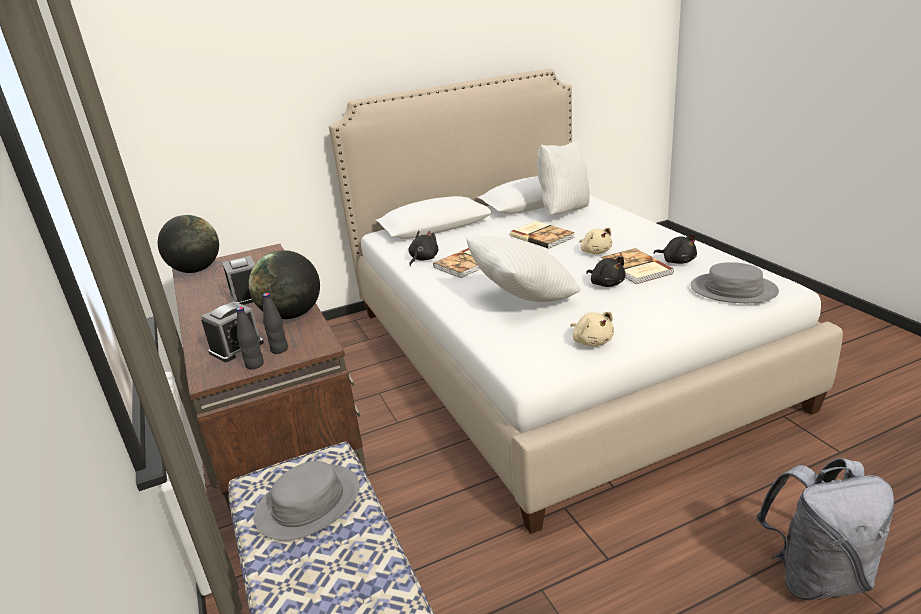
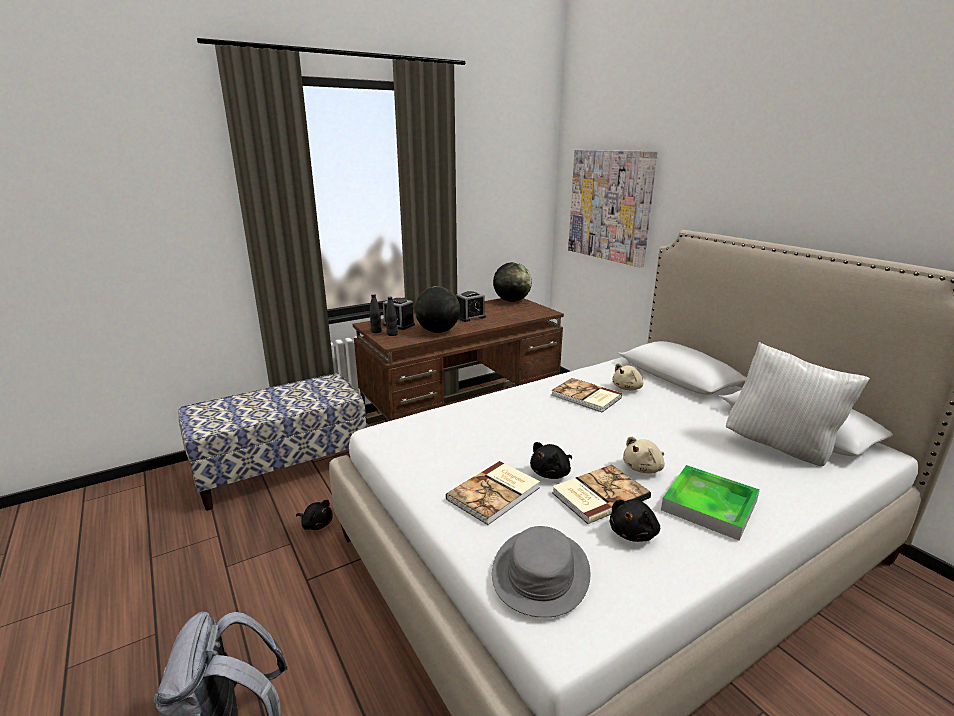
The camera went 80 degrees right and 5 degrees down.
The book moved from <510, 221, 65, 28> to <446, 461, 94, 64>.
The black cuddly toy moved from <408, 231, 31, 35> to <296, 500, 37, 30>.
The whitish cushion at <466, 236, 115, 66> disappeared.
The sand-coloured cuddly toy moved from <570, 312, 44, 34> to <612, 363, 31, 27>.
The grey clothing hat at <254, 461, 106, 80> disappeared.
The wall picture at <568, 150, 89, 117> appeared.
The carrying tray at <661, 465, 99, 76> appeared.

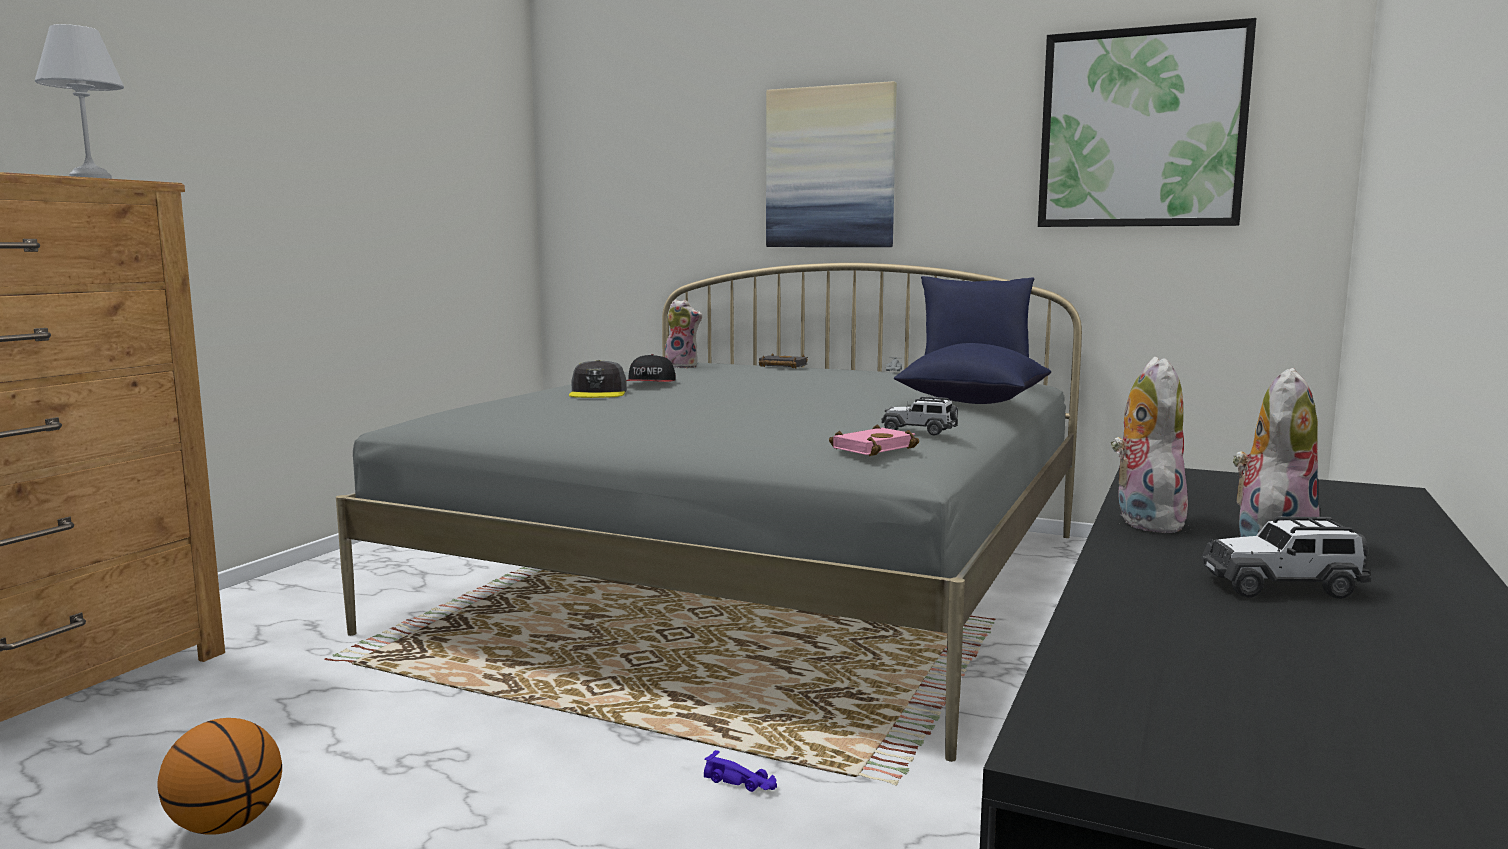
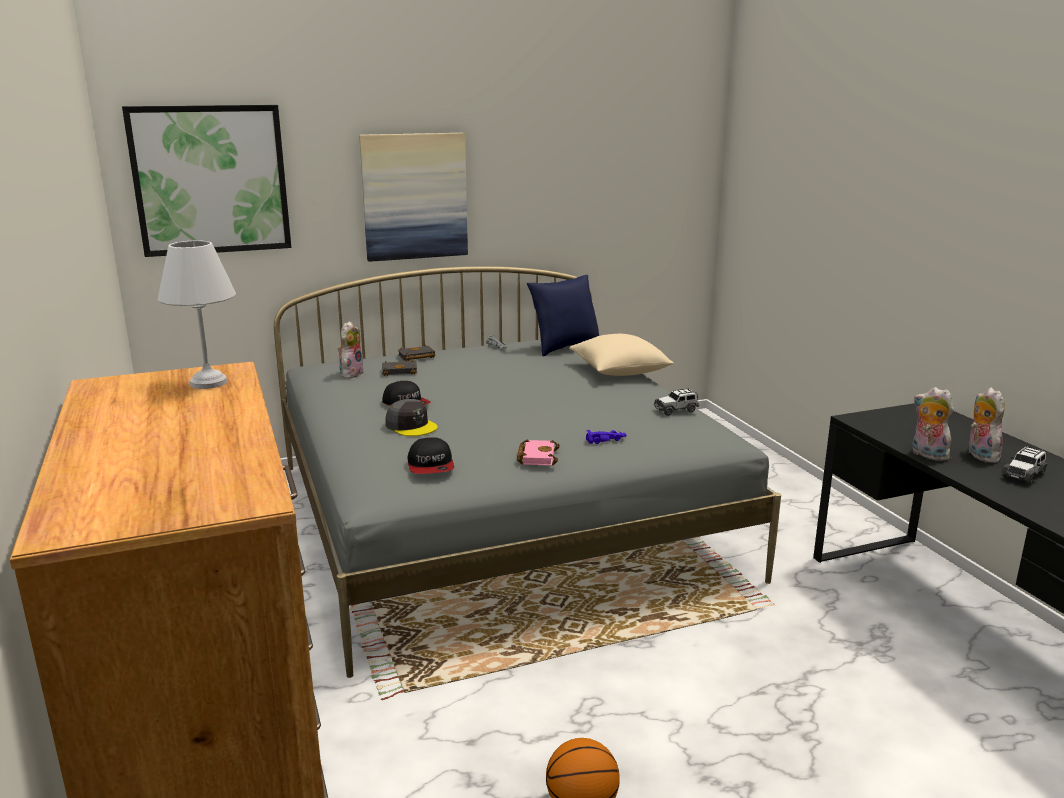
The camera went 45 degrees left and 10 degrees up.
The wall picture moved from <1038, 18, 218, 209> to <122, 105, 169, 152>.
The cuddly toy at <665, 299, 37, 69> turned 45 degrees counterclockwise.
The bluish cushion at <894, 343, 157, 61> became the sand-coloured cushion at <569, 334, 105, 42>.
The pinkish book moved from <829, 424, 90, 32> to <517, 439, 42, 26>.
The purple model car moved from <704, 750, 73, 42> to <586, 430, 41, 14>.
The black book at <382, 360, 35, 16> appeared.
The baseball cap at <407, 437, 47, 37> appeared.

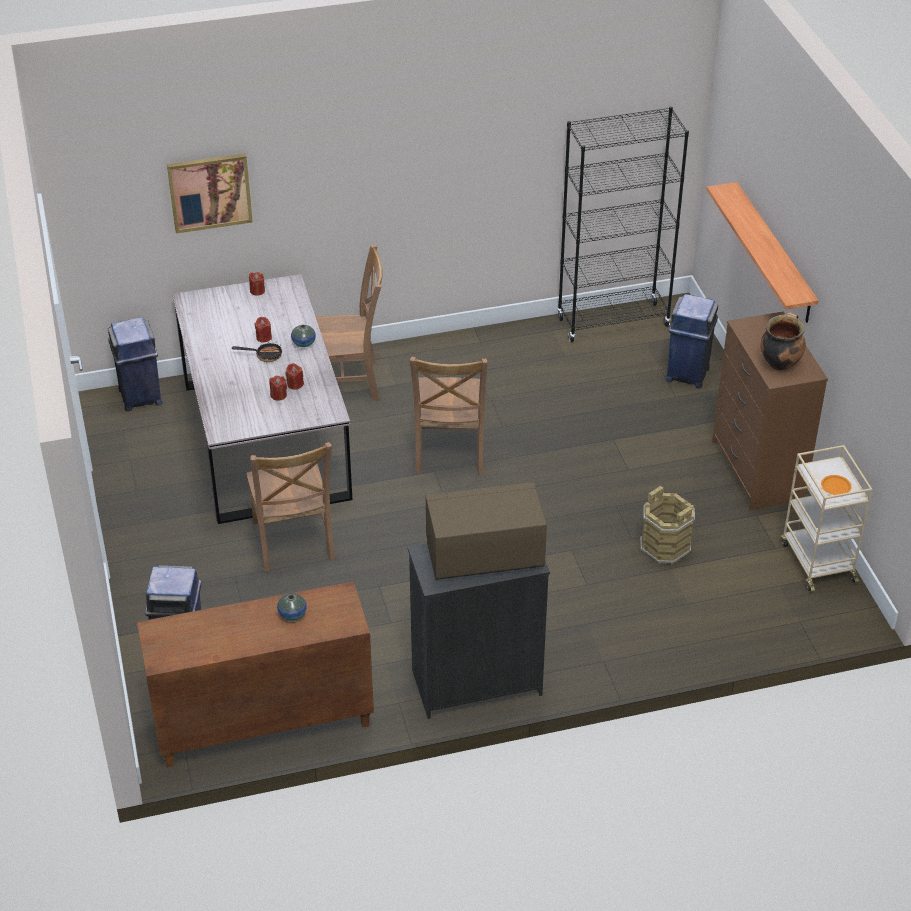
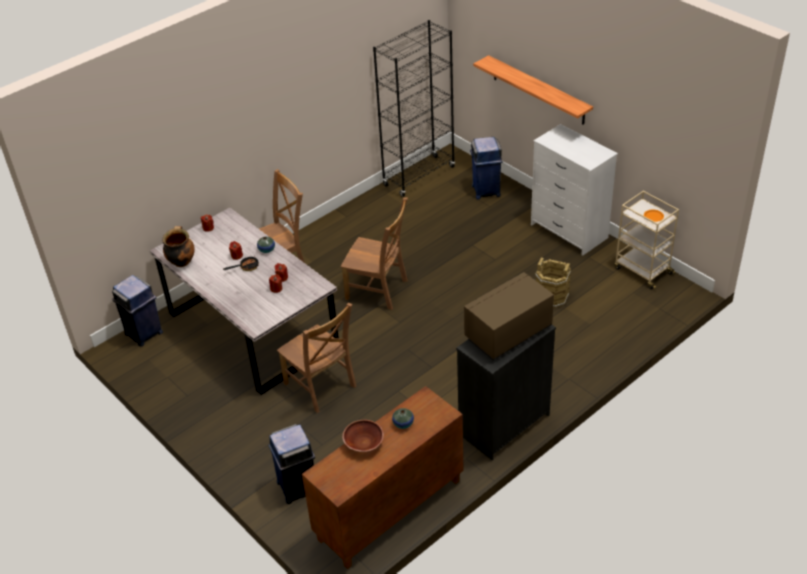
The camera went 25 degrees left and 0 degrees up.
The wall picture at <167, 153, 86, 81> disappeared.
The brown-coloured dresser at <712, 311, 116, 199> became the whitish dresser at <531, 124, 87, 132>.
The cooking pot moved from <760, 312, 46, 59> to <162, 226, 33, 41>.
The brown-coloured upright chair at <410, 357, 78, 118> turned 45 degrees counterclockwise.
The brown-coloured serving bowl at <342, 420, 42, 32> appeared.

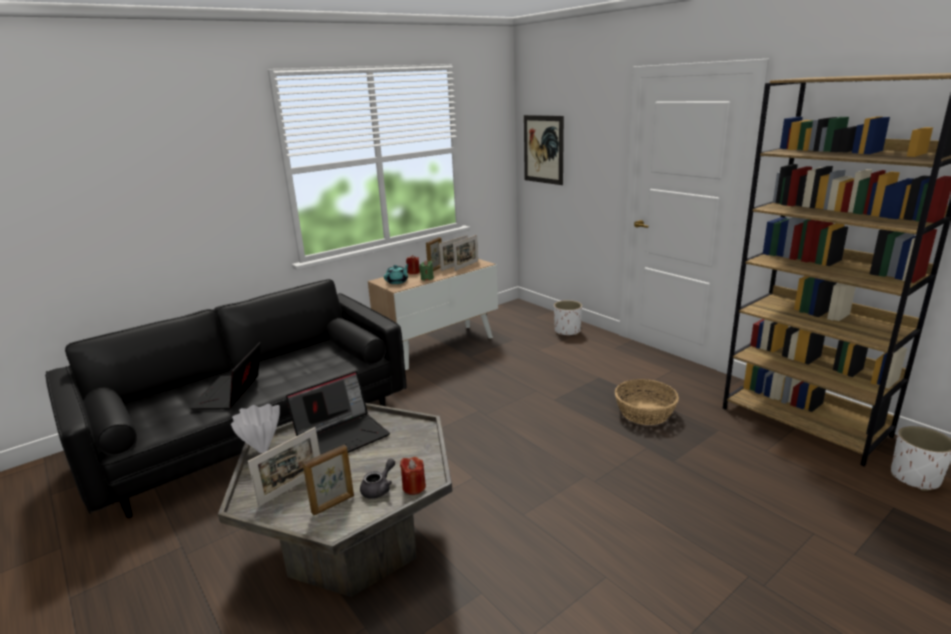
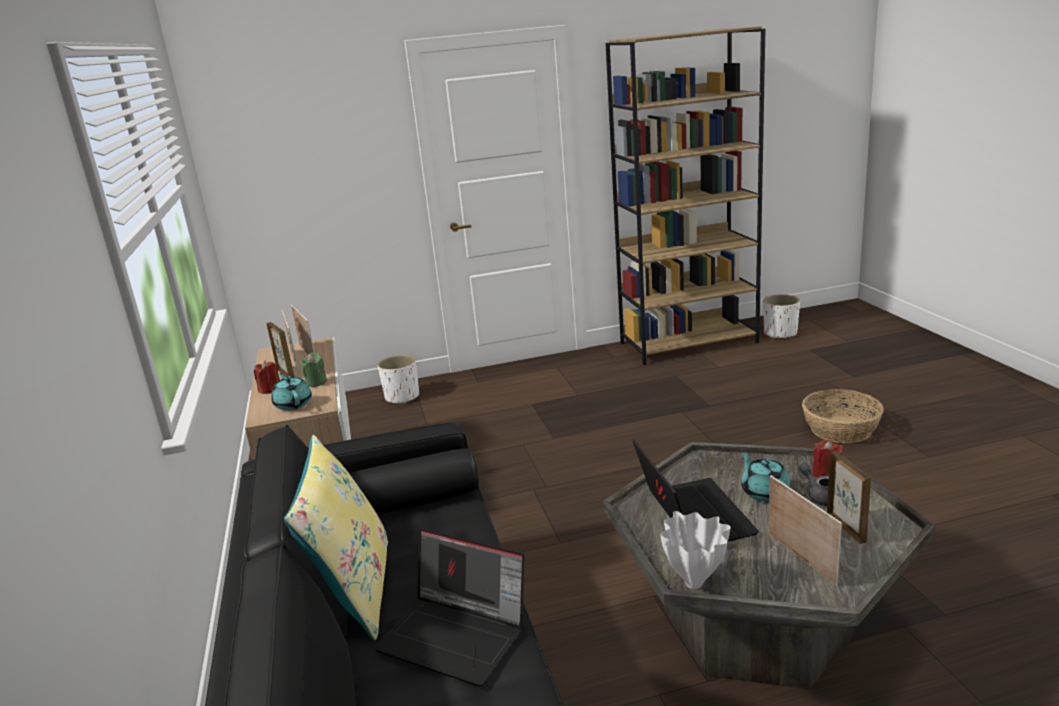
The camera went 65 degrees left and 0 degrees up.
The wall picture at <524, 115, 40, 70> disappeared.
The basket moved from <615, 379, 64, 46> to <802, 389, 82, 54>.
The yellow-coloured cushion at <284, 435, 104, 205> appeared.
The turquoise-coloured pot for tea at <741, 450, 50, 52> appeared.

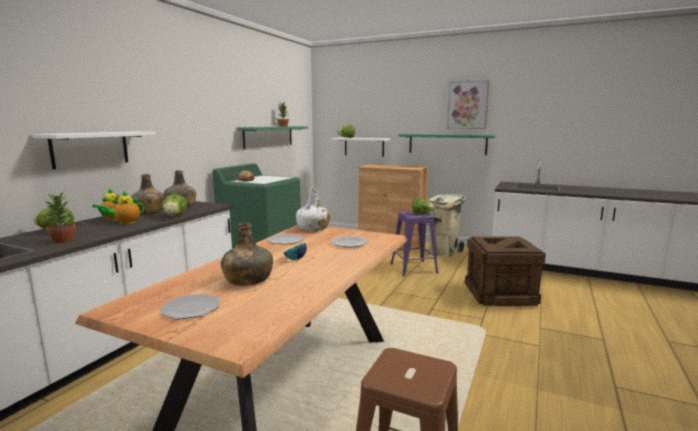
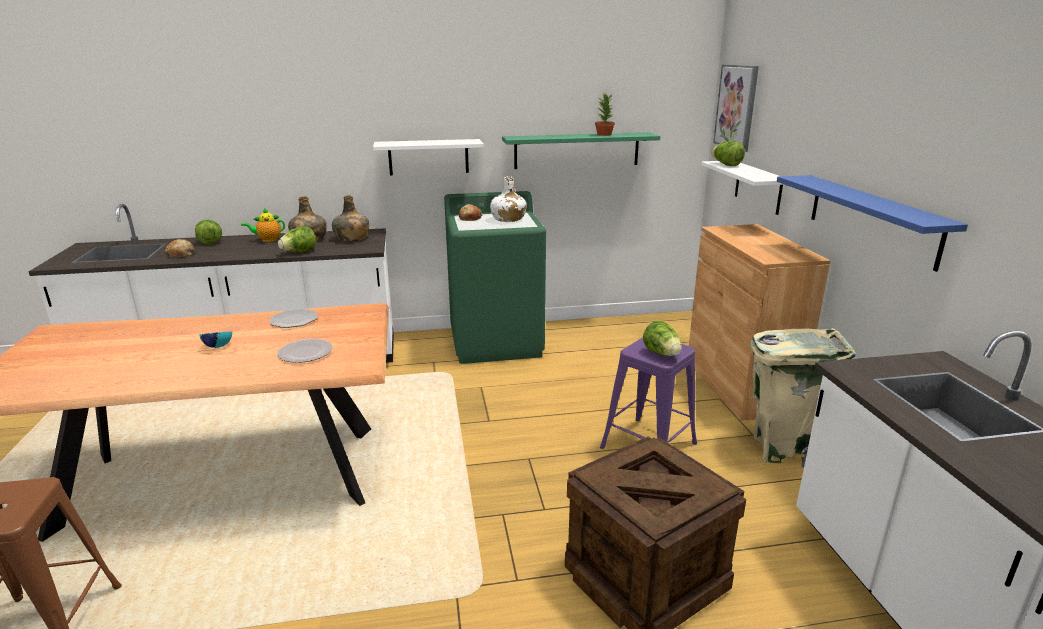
The camera went 55 degrees right and 10 degrees up.
The wall picture moved from <447, 80, 42, 49> to <713, 64, 46, 88>.
The whitish bracket shelf moved from <32, 132, 124, 38> to <373, 139, 111, 37>.
The green-coloured bracket shelf at <398, 134, 98, 21> became the bluish bracket shelf at <777, 175, 191, 97>.
The whitish drink bottle moved from <296, 189, 34, 42> to <490, 176, 37, 46>.
The pot for tea at <99, 191, 45, 33> disappeared.
The houseplant at <44, 192, 32, 51> was replaced by the bread at <165, 239, 30, 19>.
The green-coloured drink bottle at <221, 222, 52, 64> disappeared.
The flat dish at <160, 294, 60, 26> disappeared.

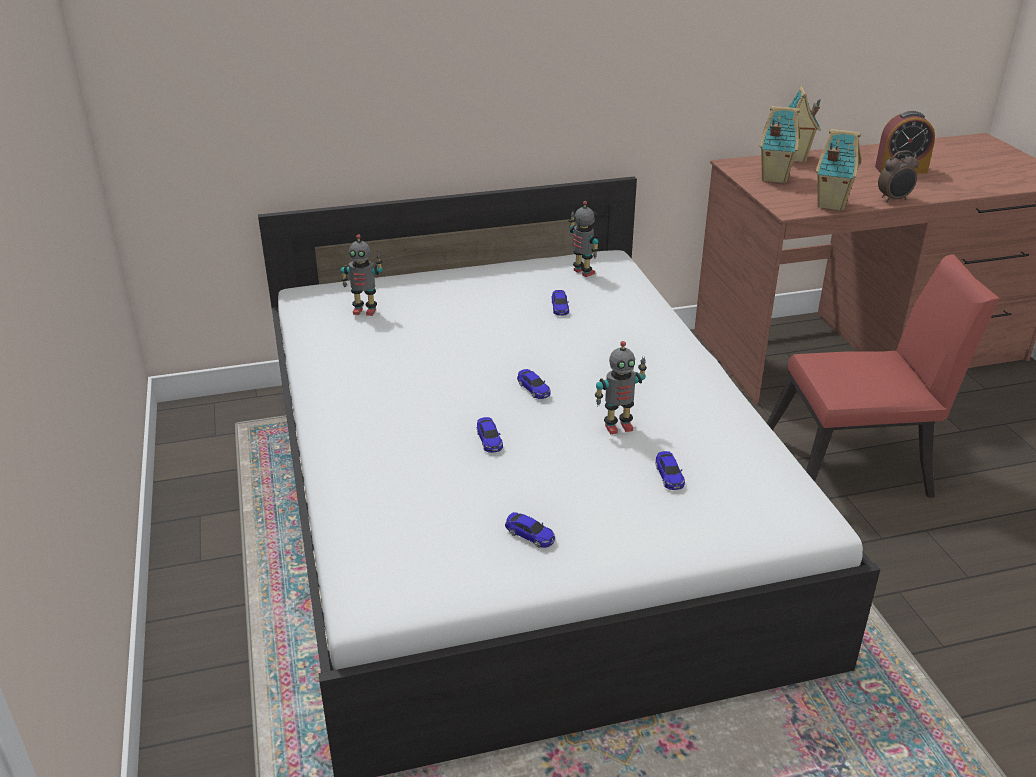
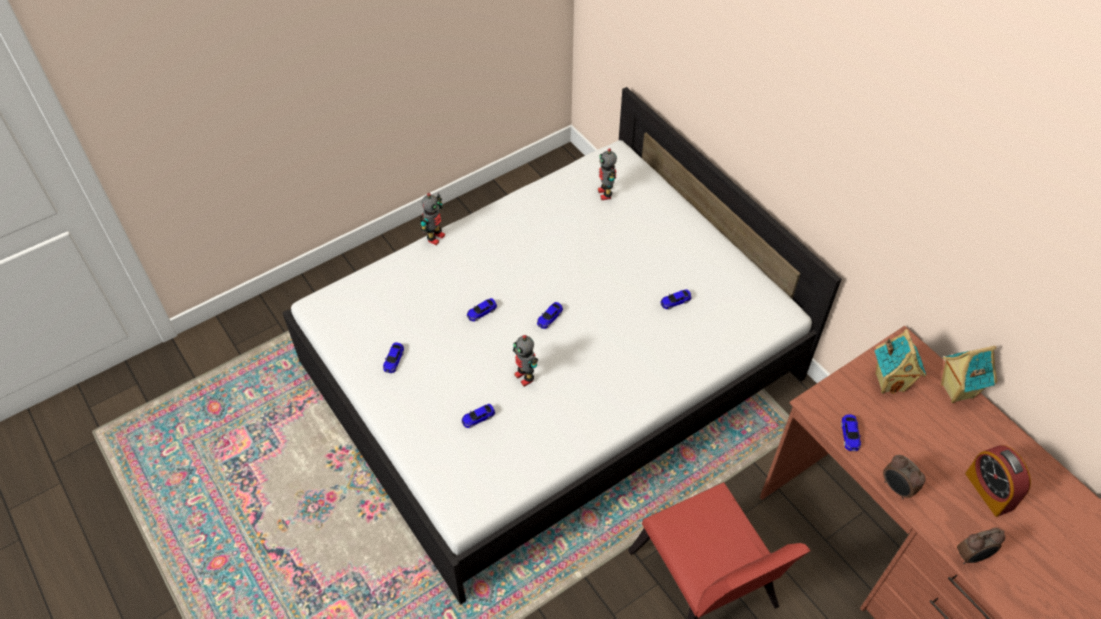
The camera went 70 degrees right and 20 degrees up.
The toy house at <815, 129, 46, 82> was replaced by the model car at <841, 415, 20, 36>.
The model robot moved from <569, 201, 30, 76> to <420, 193, 25, 52>.
The table clock at <957, 528, 48, 36> appeared.

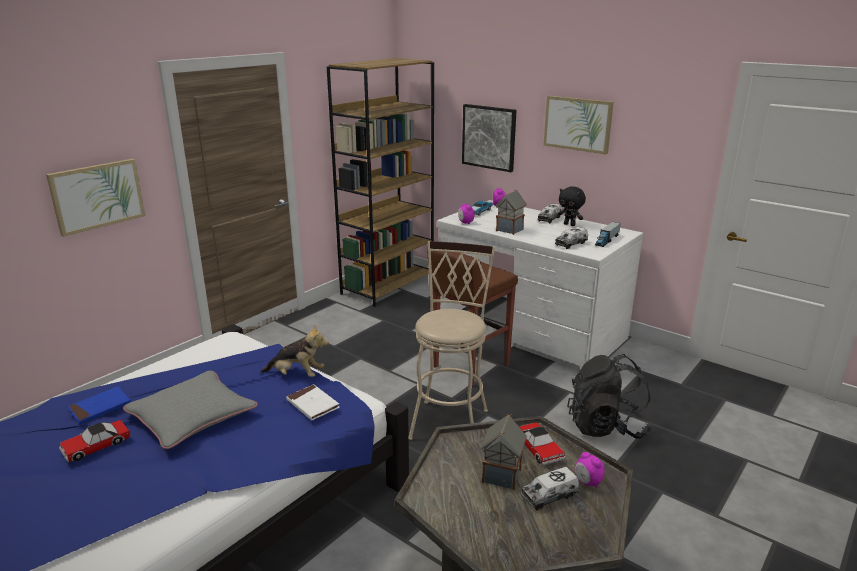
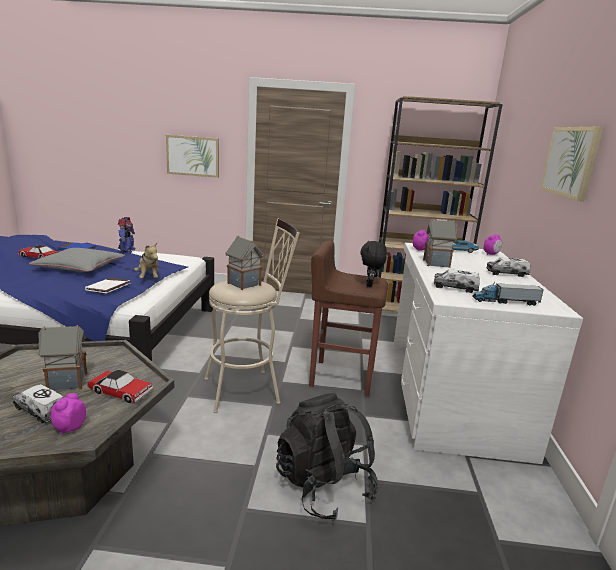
The camera went 55 degrees right and 5 degrees down.
The wall picture at <462, 104, 55, 68> disappeared.
The black cuddly toy moved from <558, 186, 28, 40> to <360, 241, 27, 46>.
The model car at <519, 422, 47, 43> turned 105 degrees counterclockwise.
The model robot at <118, 217, 17, 36> appeared.
The toy house at <225, 236, 39, 54> appeared.

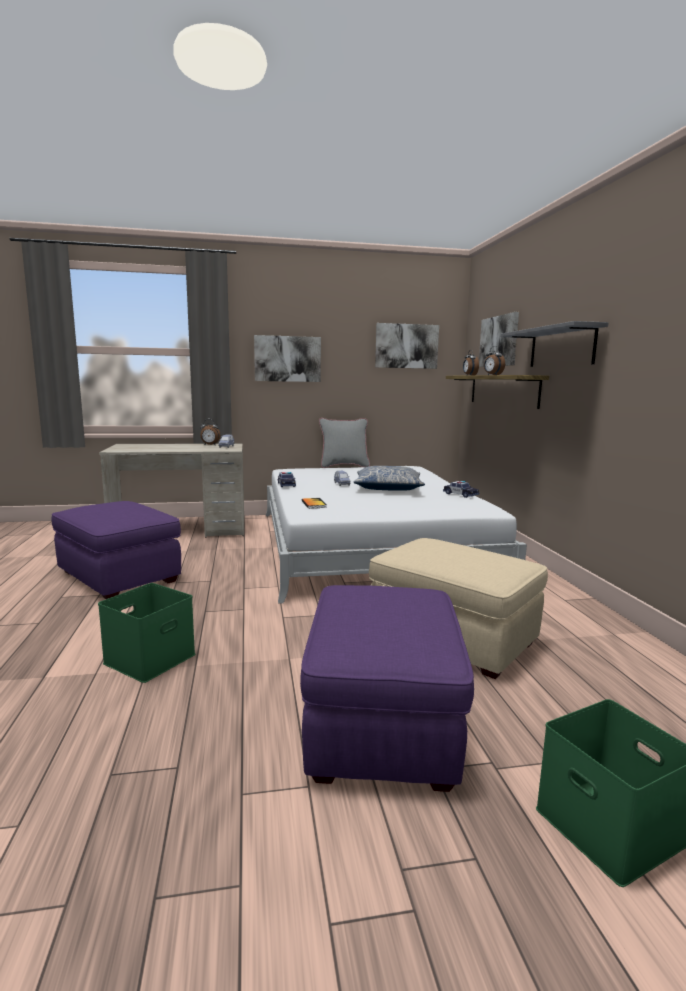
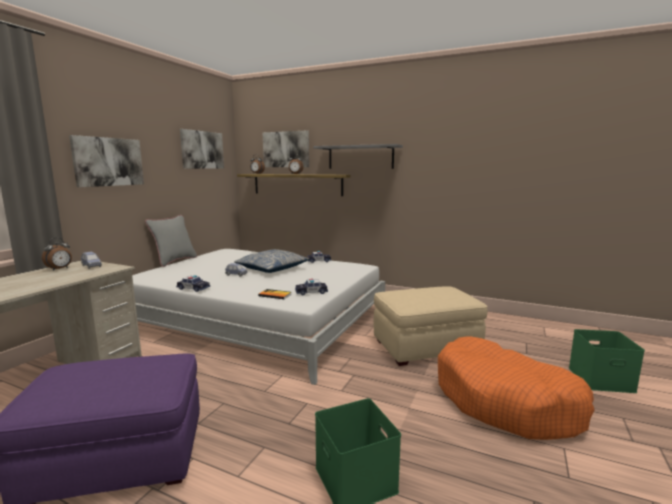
The camera went 55 degrees left and 0 degrees up.
The purple pouffe at <300, 585, 174, 207> was replaced by the orange-coloured dog cushion at <438, 336, 157, 104>.
The model car at <295, 279, 33, 16> appeared.

